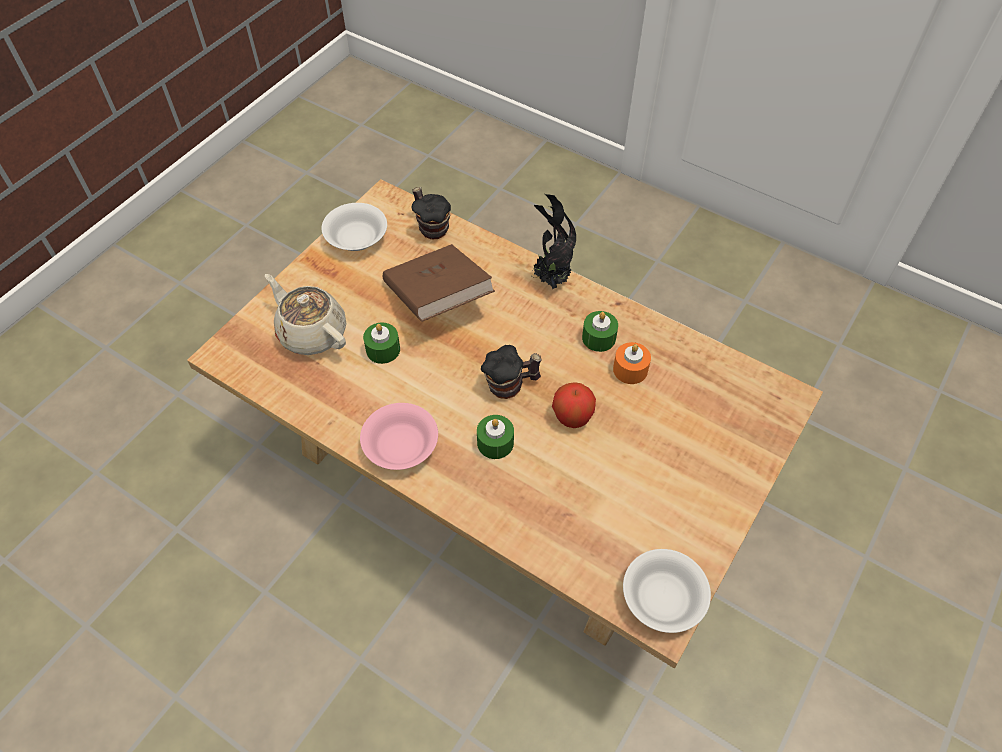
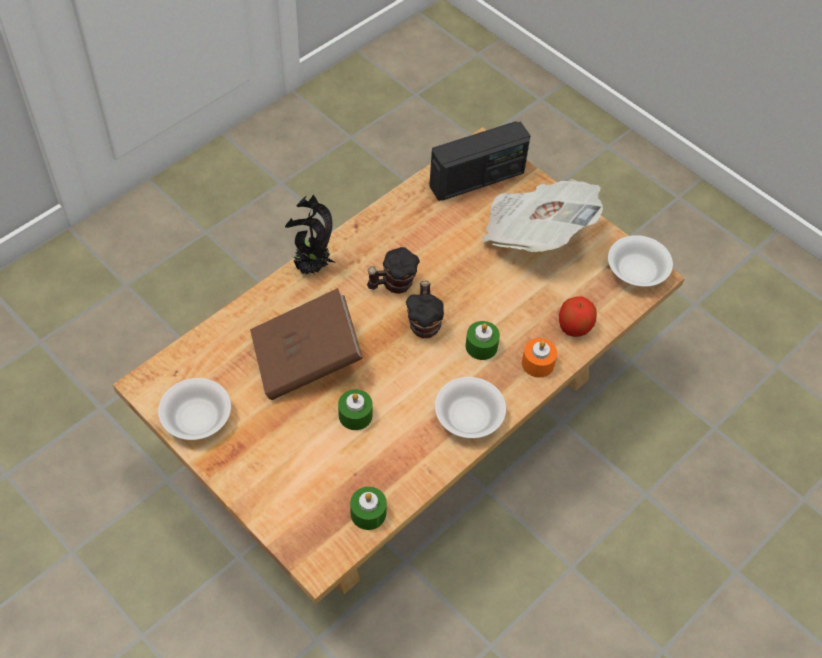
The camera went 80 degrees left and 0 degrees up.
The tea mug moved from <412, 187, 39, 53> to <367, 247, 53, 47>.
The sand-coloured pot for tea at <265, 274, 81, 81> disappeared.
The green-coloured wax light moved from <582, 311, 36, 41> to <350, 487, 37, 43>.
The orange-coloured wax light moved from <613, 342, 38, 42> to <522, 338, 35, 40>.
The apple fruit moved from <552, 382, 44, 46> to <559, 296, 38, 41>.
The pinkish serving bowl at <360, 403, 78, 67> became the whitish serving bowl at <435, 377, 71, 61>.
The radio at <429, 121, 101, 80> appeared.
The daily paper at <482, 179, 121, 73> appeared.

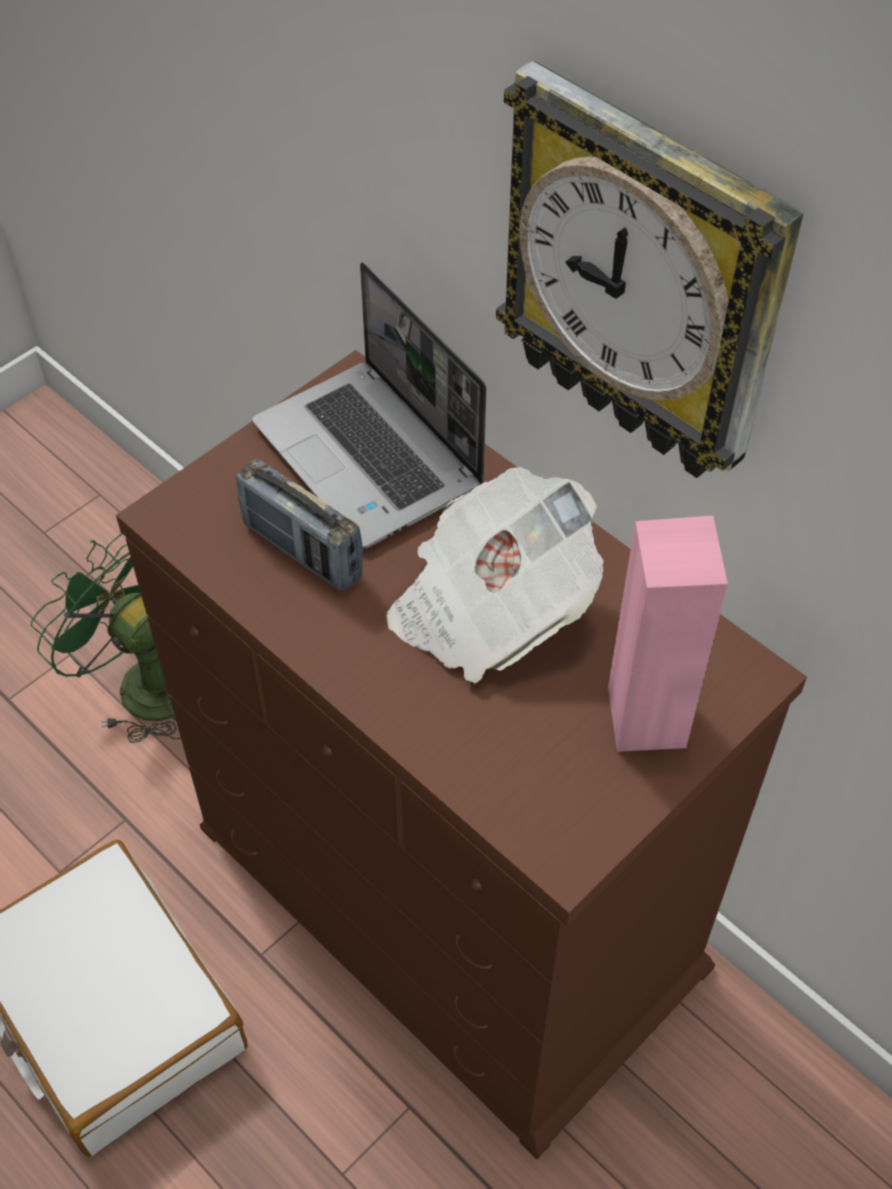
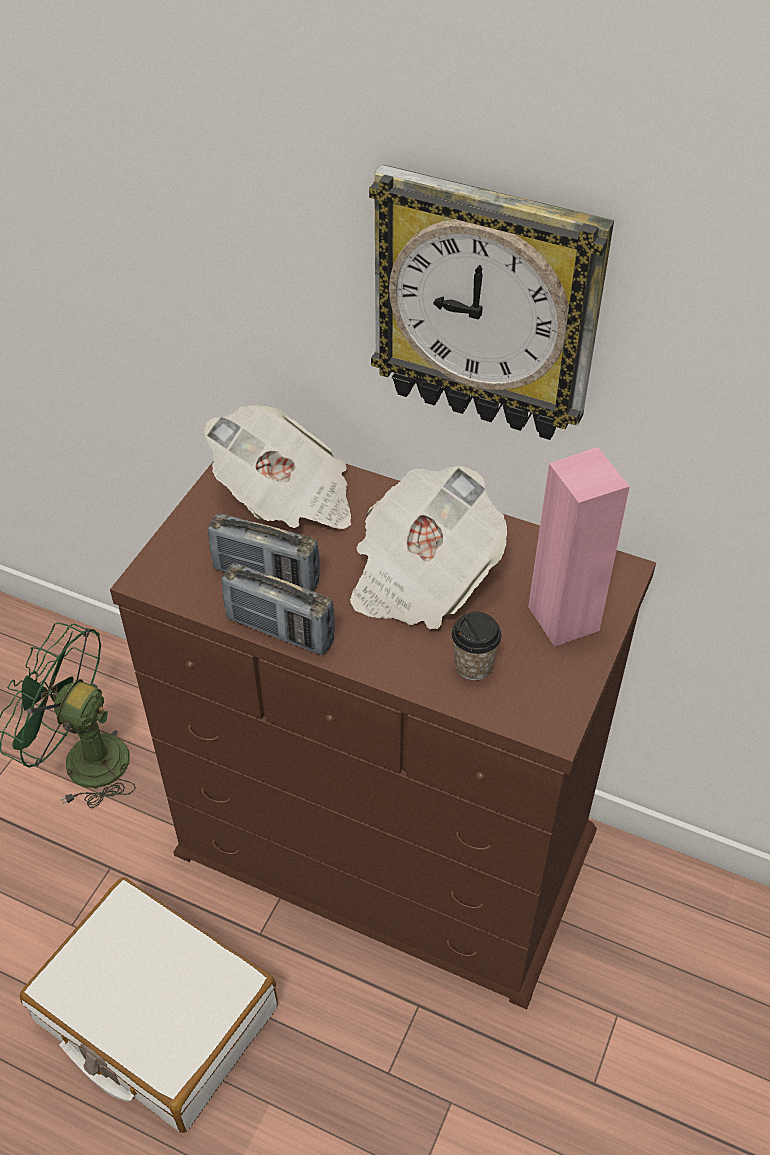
The camera went 20 degrees left and 5 degrees down.
The laptop at <252, 262, 234, 286> was replaced by the daily paper at <204, 405, 147, 124>.
The radio at <222, 563, 113, 92> appeared.
The drinking cup at <452, 612, 49, 69> appeared.

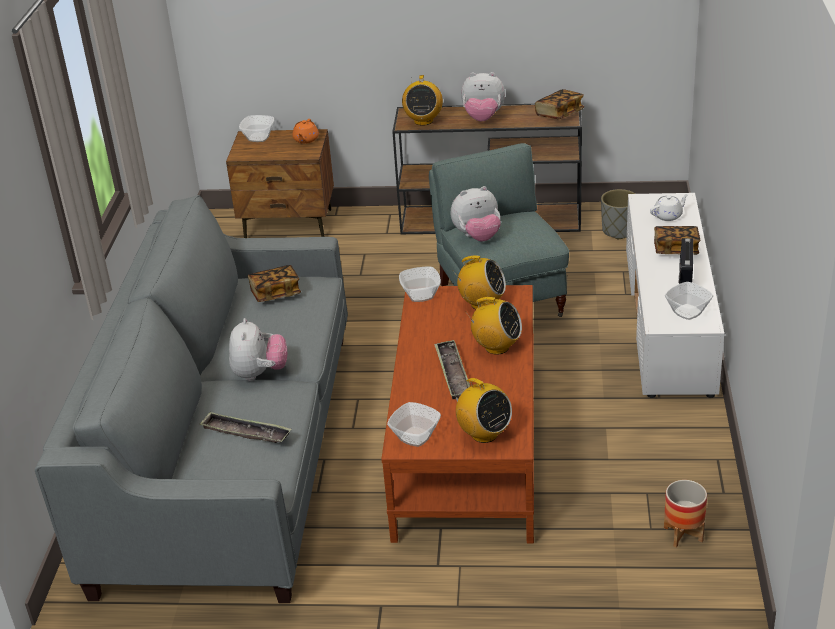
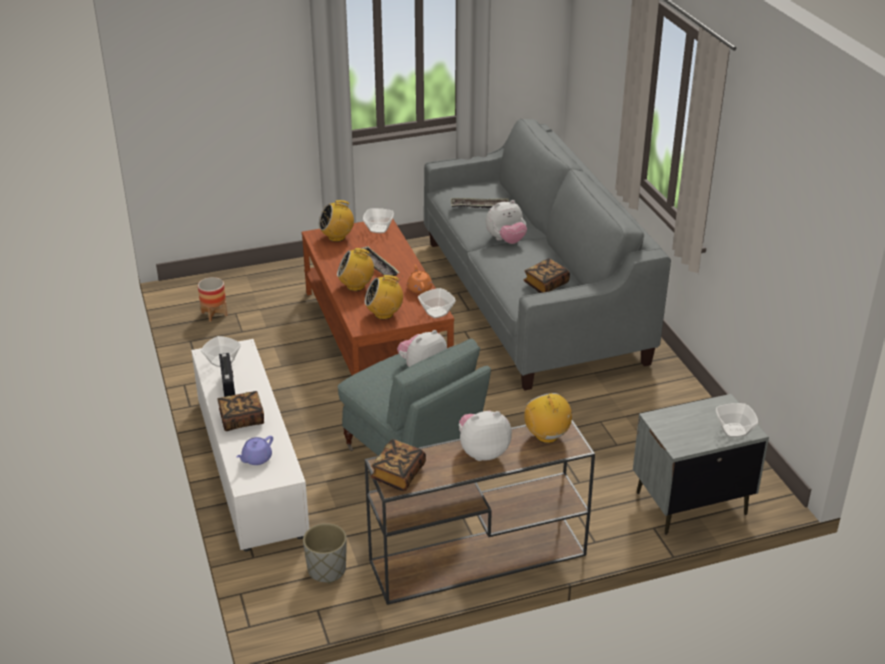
The camera went 155 degrees right and 0 degrees up.
The orange-coloured pot for tea moved from <292, 119, 27, 25> to <407, 264, 25, 29>.
The brown-coloured bedside table at <226, 129, 108, 109> became the grey bedside table at <633, 394, 136, 141>.
The whitish pot for tea at <650, 194, 39, 27> became the purple pot for tea at <236, 436, 37, 29>.
The cuddly toy at <229, 318, 58, 63> turned 90 degrees counterclockwise.
The radio at <451, 378, 61, 65> turned 45 degrees counterclockwise.

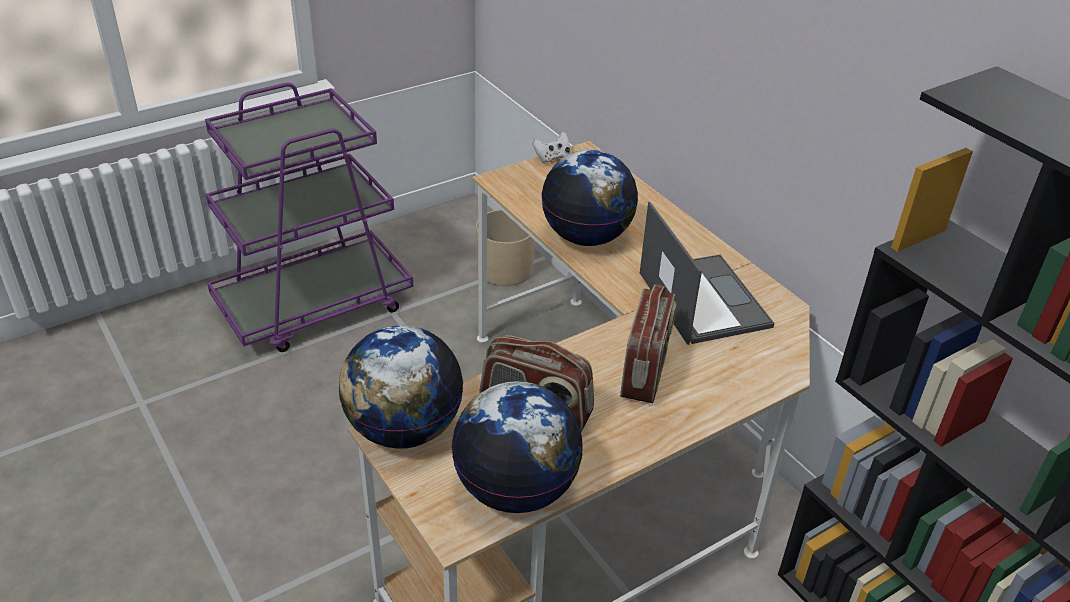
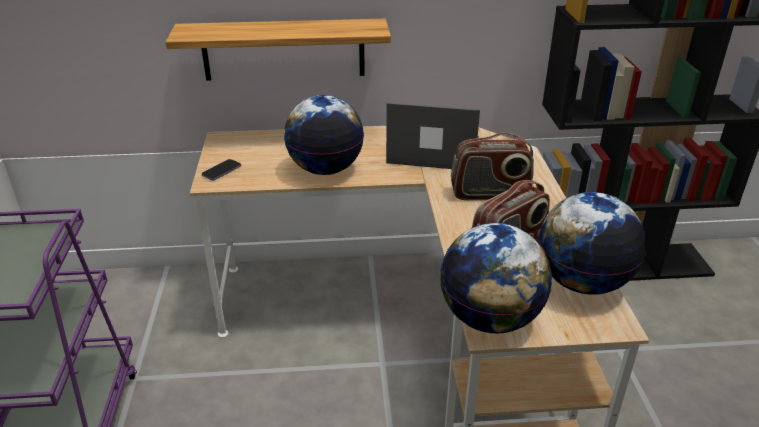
The camera went 60 degrees left and 5 degrees down.
The whitish gamepad at <532, 131, 38, 32> disappeared.
The sand-coloured planter at <476, 209, 59, 77> disappeared.
The radio at <620, 284, 57, 119> turned 135 degrees clockwise.
The bracket shelf at <165, 19, 226, 62> appeared.
The handset at <202, 159, 39, 21> appeared.

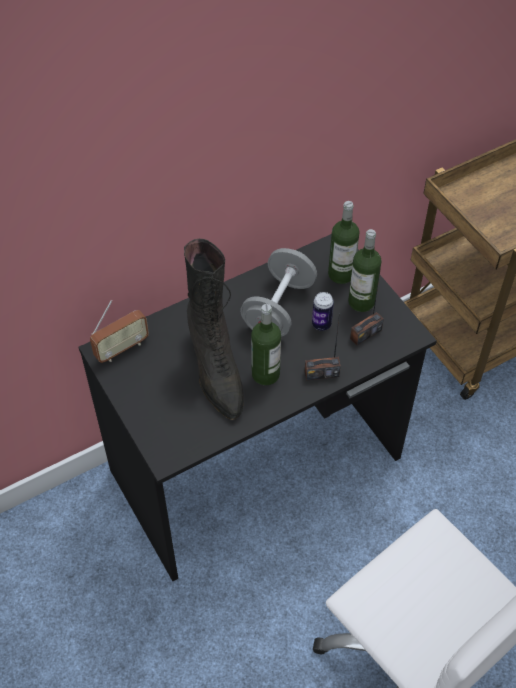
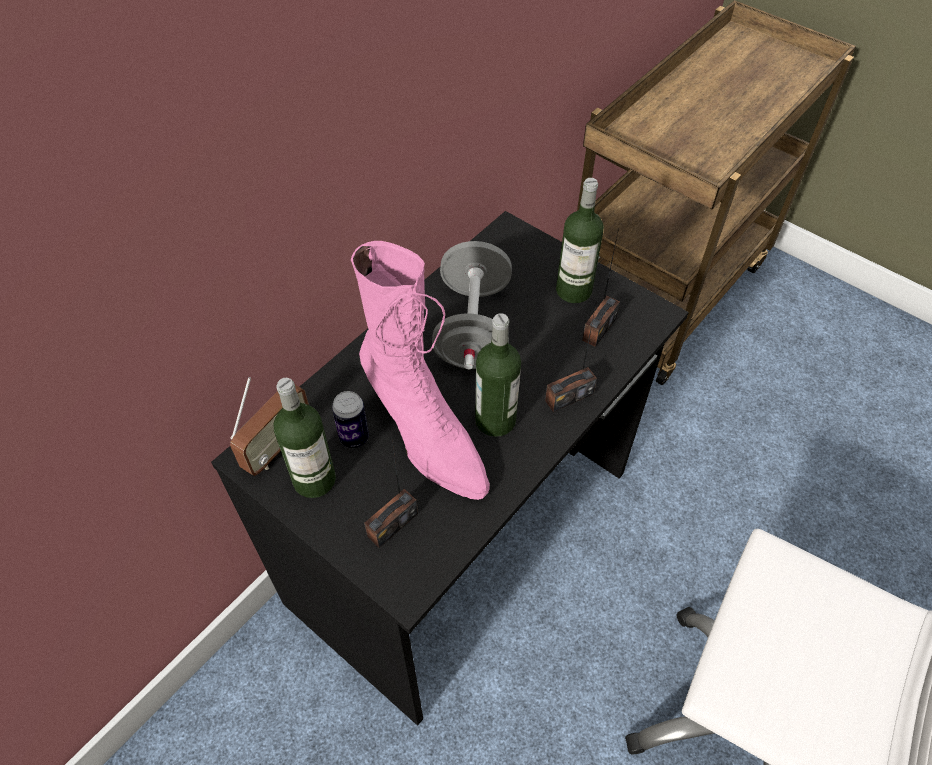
The camera went 20 degrees left and 0 degrees up.
The drink bottle moved from <328, 201, 32, 83> to <274, 378, 62, 120>.
The black tall boot at <184, 239, 60, 181> became the pinkish tall boot at <351, 241, 139, 259>.
The metal can moved from <312, 292, 22, 39> to <332, 391, 37, 57>.
The radio at <364, 435, 54, 113> appeared.

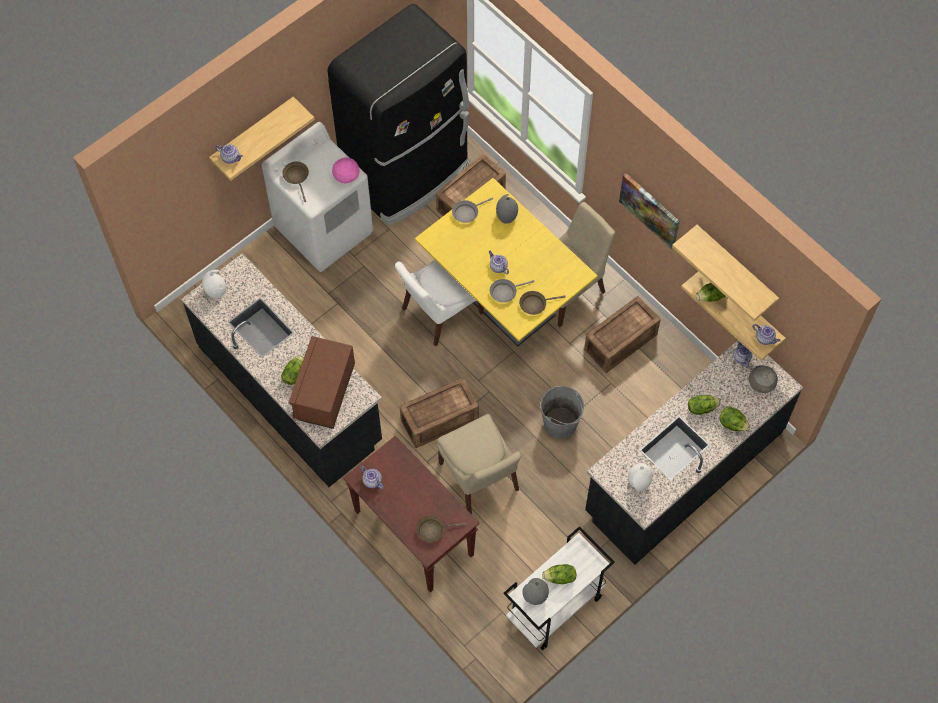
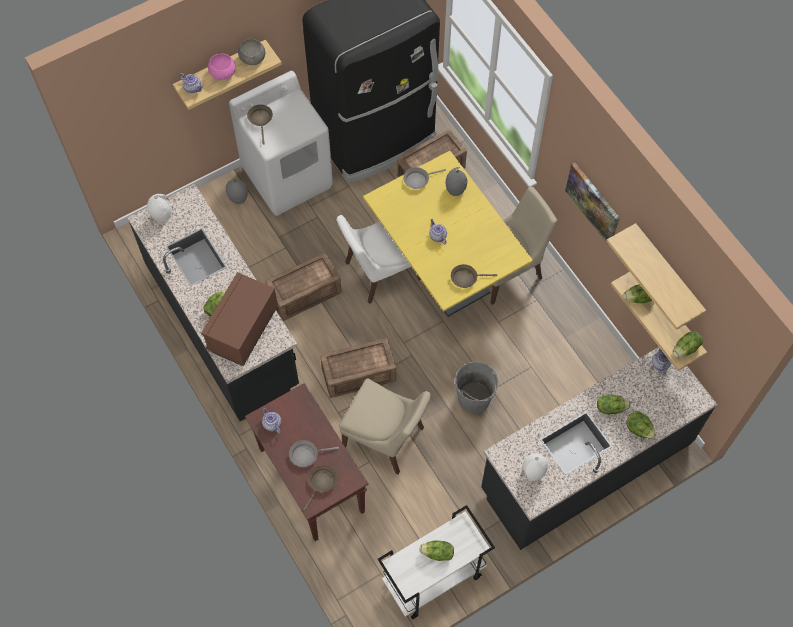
The camera went 10 degrees right and 0 degrees up.
The pinkish serving bowl moved from <332, 157, 28, 26> to <208, 54, 28, 26>.
The grey pan moved from <490, 279, 44, 24> to <289, 440, 50, 27>.
The shipping crate moved from <584, 296, 77, 77> to <265, 253, 77, 68>.
The pot for tea at <753, 324, 28, 21> was replaced by the lettuce head at <673, 331, 30, 27>.
The grey serving bowl moved from <749, 365, 29, 28> to <238, 39, 27, 26>.
The sand-coloured upright chair at <437, 414, 84, 100> turned 45 degrees counterclockwise.
The brown-coloured pan at <416, 515, 51, 27> turned 120 degrees clockwise.
The grey flower vase moved from <522, 578, 27, 27> to <226, 179, 22, 25>.

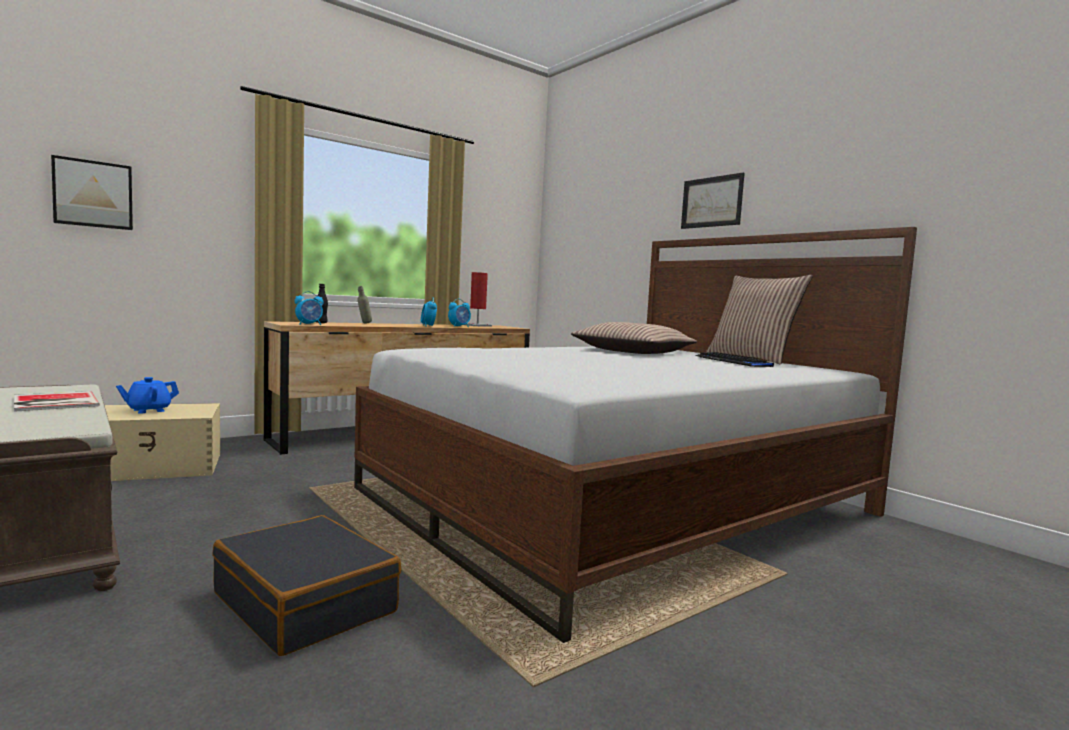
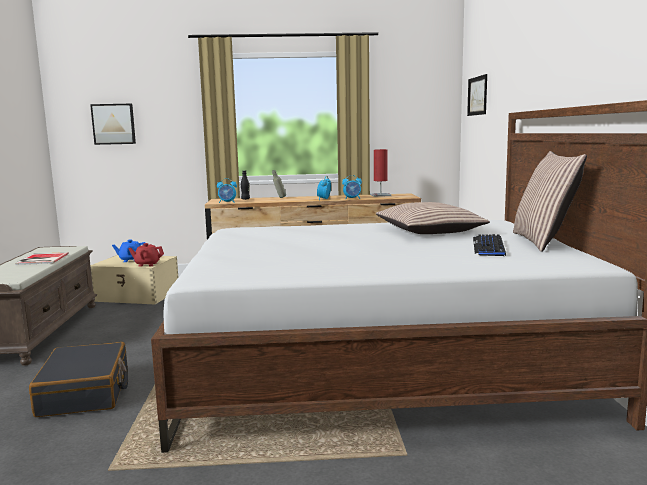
The camera went 35 degrees right and 5 degrees up.
The wall picture moved from <681, 172, 64, 57> to <467, 74, 20, 42>.
The reddish pot for tea at <128, 243, 36, 24> appeared.

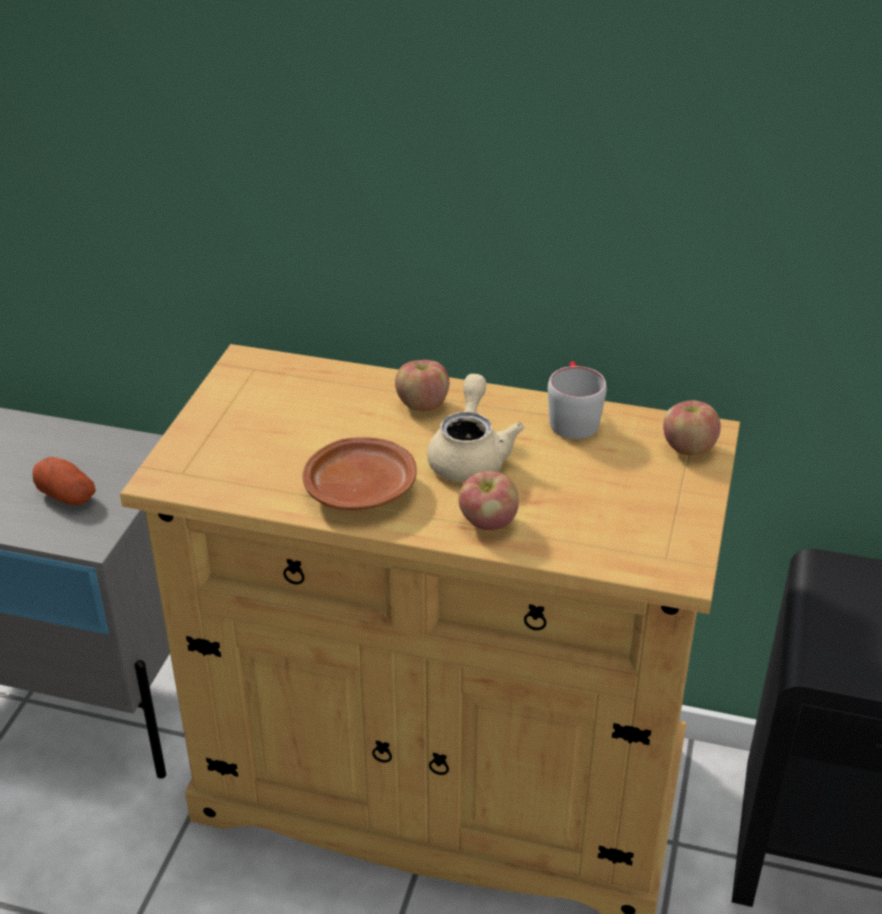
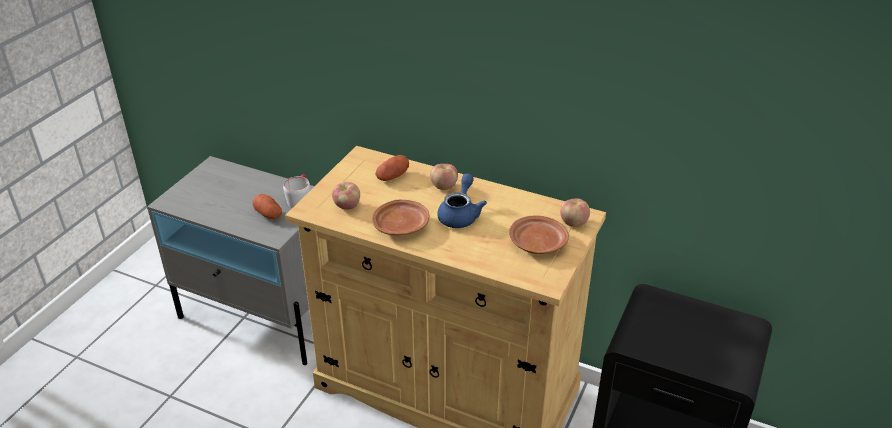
The camera went 10 degrees right and 0 degrees up.
The grey tea mug moved from <548, 361, 59, 78> to <283, 174, 27, 34>.
The sand-coloured pot for tea at <427, 374, 98, 109> became the bluish pot for tea at <437, 173, 50, 55>.
The apple fruit moved from <458, 471, 61, 59> to <332, 182, 28, 28>.
The potato at <375, 155, 34, 26> appeared.
The brown-coloured flat dish at <509, 215, 60, 39> appeared.

